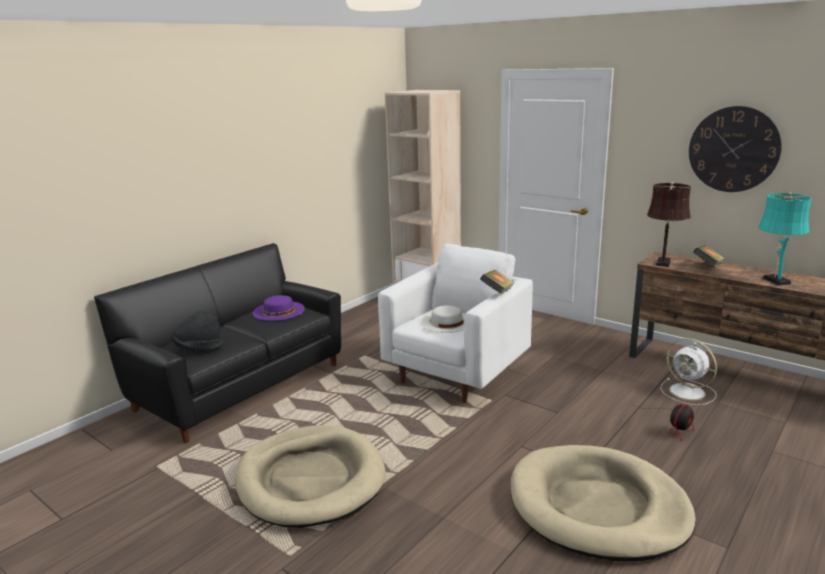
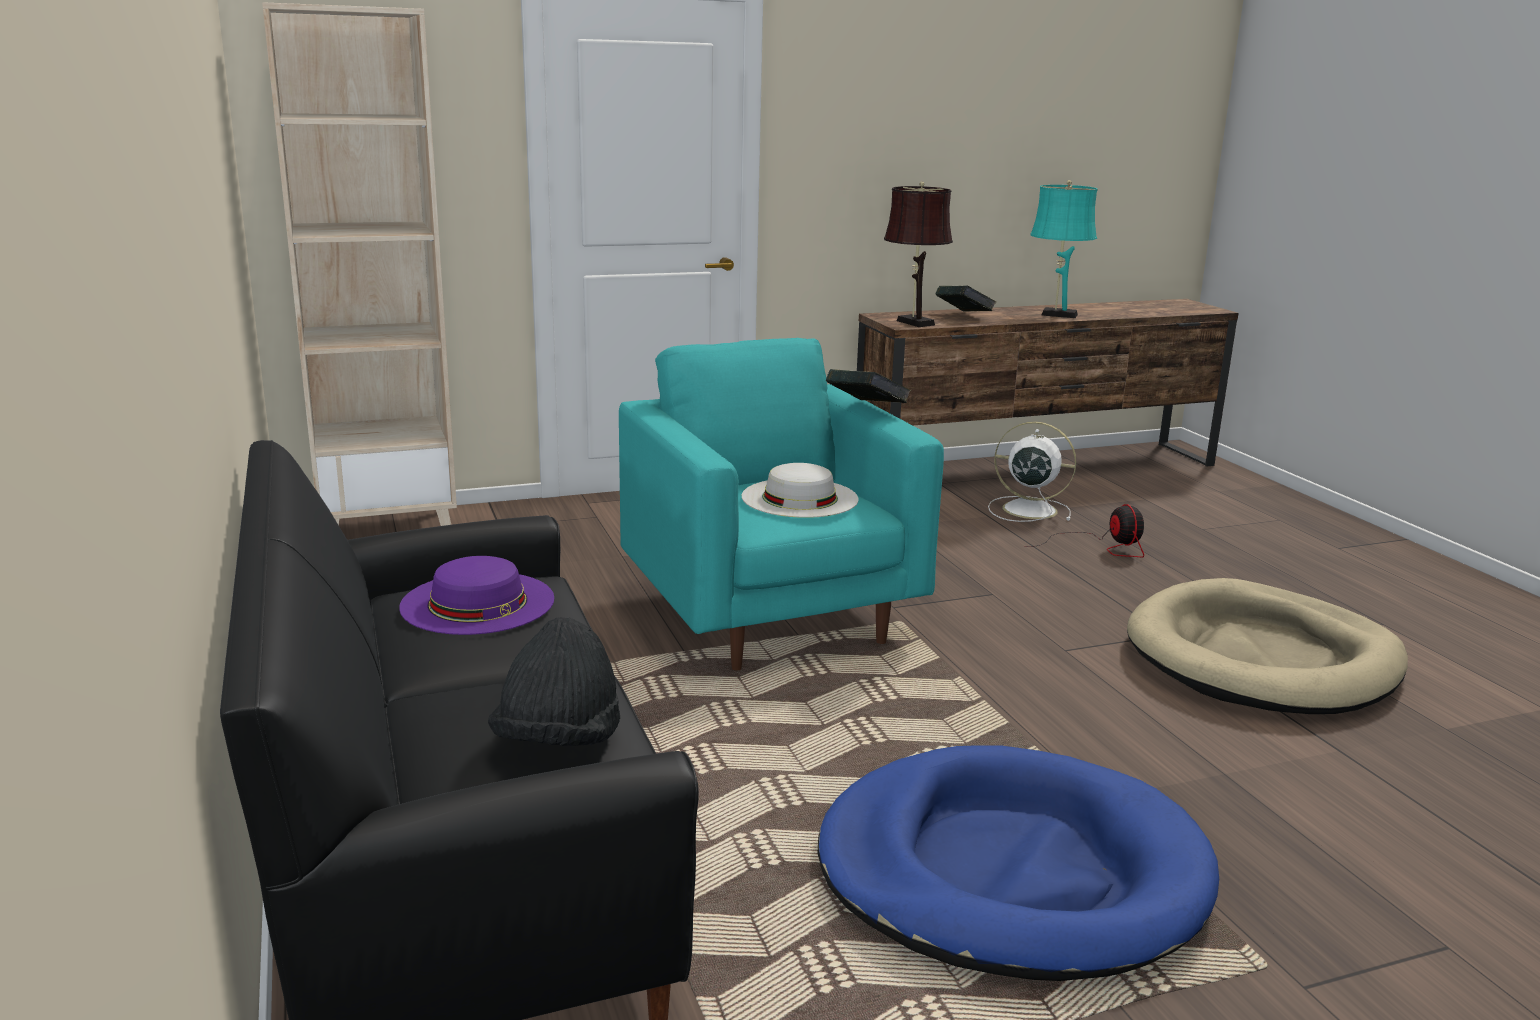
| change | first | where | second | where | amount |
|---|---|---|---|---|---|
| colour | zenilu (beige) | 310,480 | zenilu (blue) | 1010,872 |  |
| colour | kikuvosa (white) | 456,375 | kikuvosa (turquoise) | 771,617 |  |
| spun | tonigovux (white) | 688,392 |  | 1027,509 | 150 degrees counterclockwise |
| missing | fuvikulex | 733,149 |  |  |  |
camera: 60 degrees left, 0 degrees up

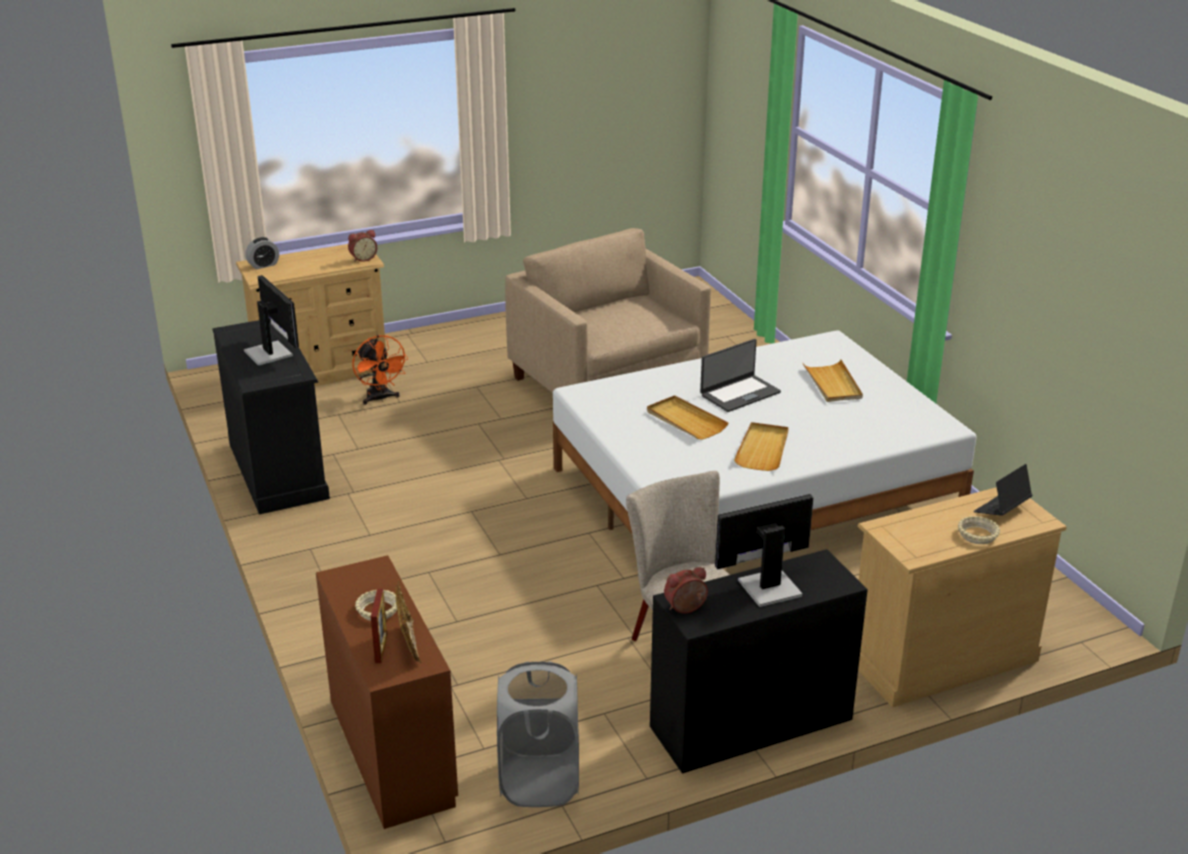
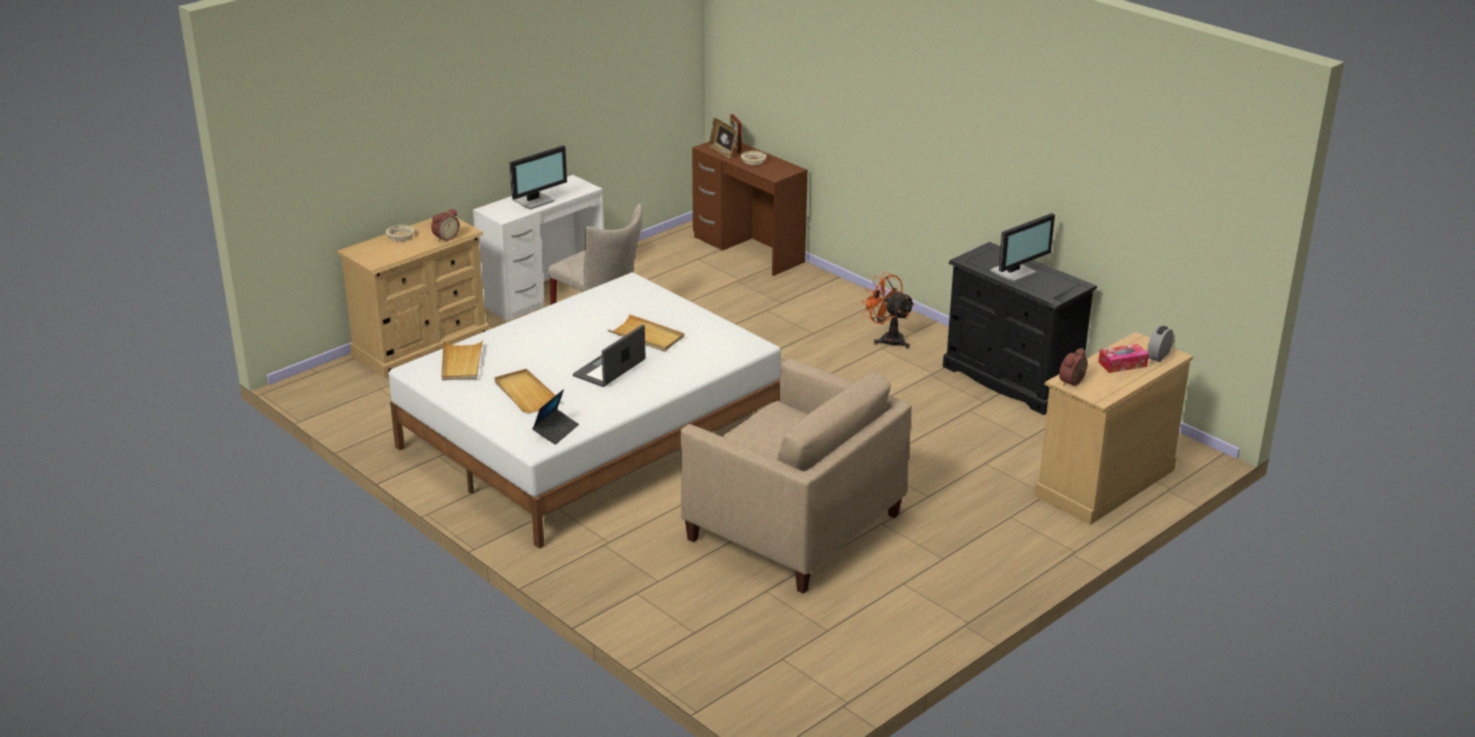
| change | first | where | second | where | amount |
|---|---|---|---|---|---|
| spun | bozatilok | 270,353 |  | 1015,272 | 75 degrees counterclockwise |
| relocated | tonigovux (orange) | 380,398 |  | 887,339 |  |
| missing | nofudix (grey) | 539,781 |  |  |  |
| colour | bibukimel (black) | 751,723 | bibukimel (white) | 543,293 |  |
| relocated | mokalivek | 686,609 |  | 445,237 |  |
| relocated | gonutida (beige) | 763,449 |  | 461,363 |  |
| relocated | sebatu | 1001,509 |  | 556,431 |  |
| appeared |  |  | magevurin | 1122,364 |  |
camera: 160 degrees right, 0 degrees up

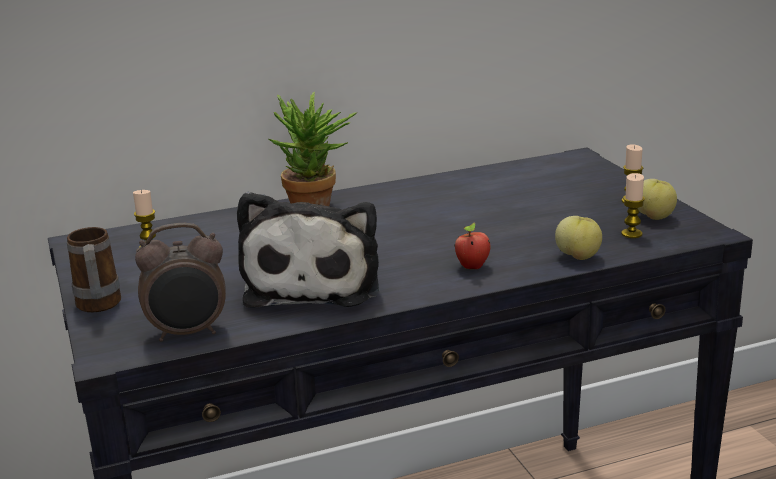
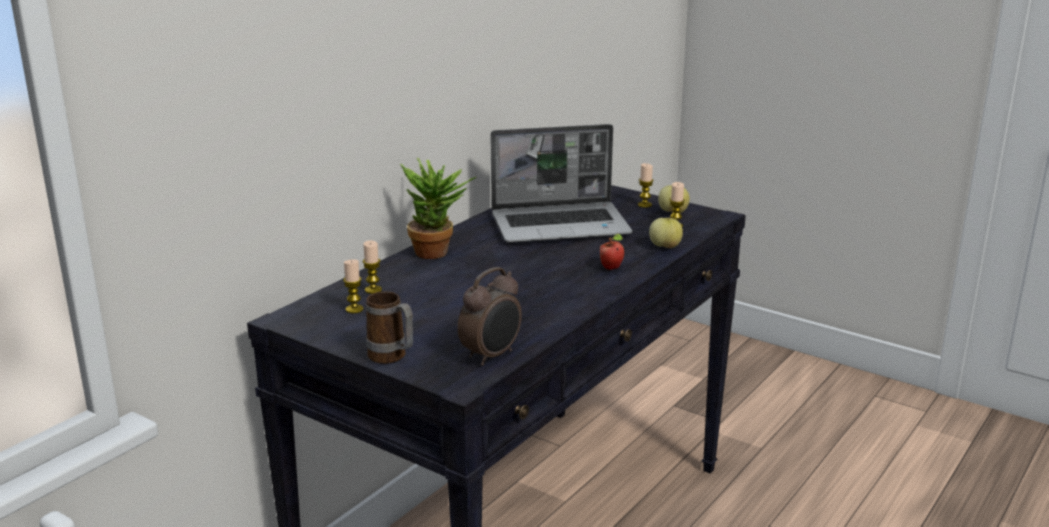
| change | first | where | second | where | amount |
|---|---|---|---|---|---|
| missing | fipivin | 314,283 |  |  |  |
| appeared |  |  | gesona | 373,290 |  |
| appeared |  |  | sebatu | 561,225 |  |
camera: 35 degrees left, 0 degrees up

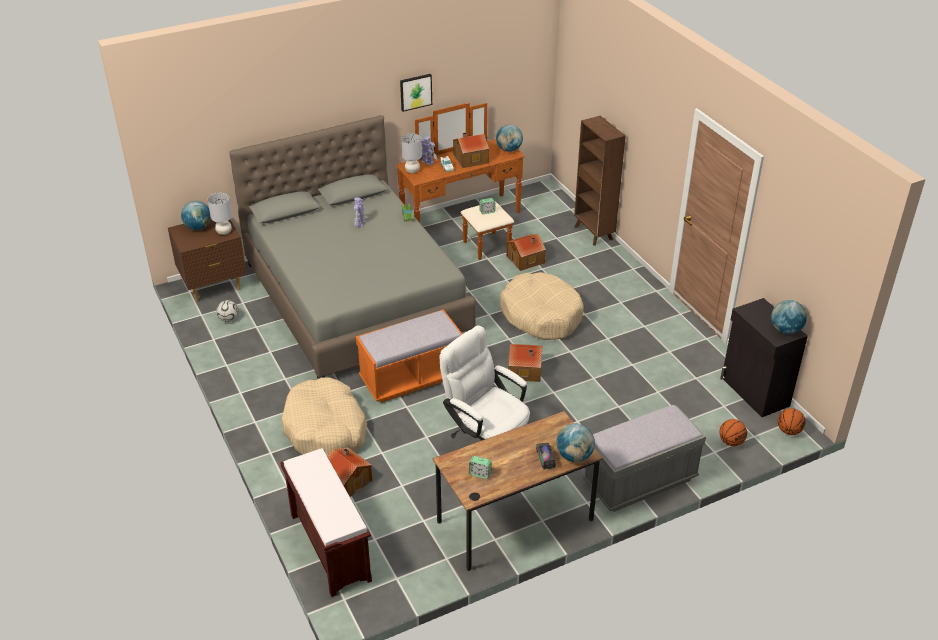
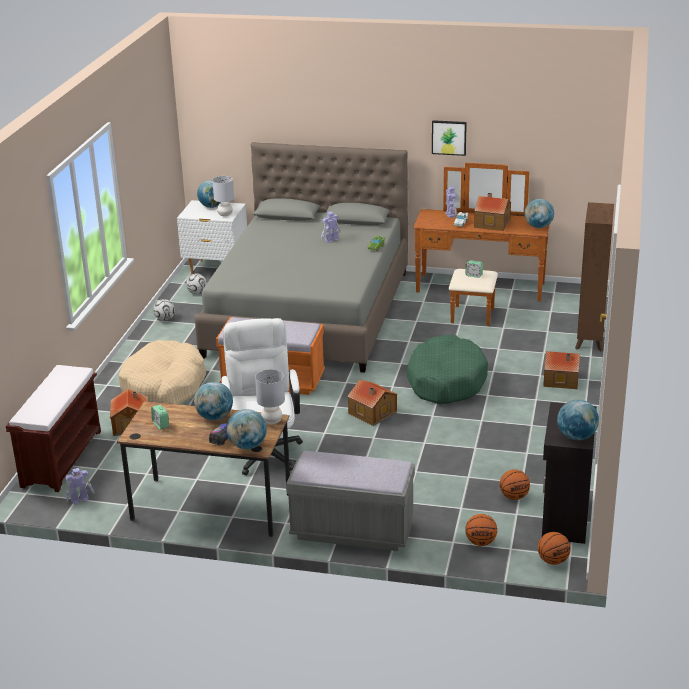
| change | first | where | second | where | amount |
|---|---|---|---|---|---|
| colour | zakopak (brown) | 214,287 | zakopak (white) | 216,269 |  |
| relocated | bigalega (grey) | 412,171 |  | 272,421 |  |
| colour | zenilu (beige) | 541,315 | zenilu (green) | 446,381 |  |
| relocated | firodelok | 526,259 |  | 561,380 |  |
| appeared |  |  | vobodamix | 80,499 |  |
| appeared |  |  | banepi | 165,319 |  |
| appeared |  |  | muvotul | 214,417 |  |
| appeared |  |  | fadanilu | 514,497 |  |
camera: 40 degrees right, 10 degrees down

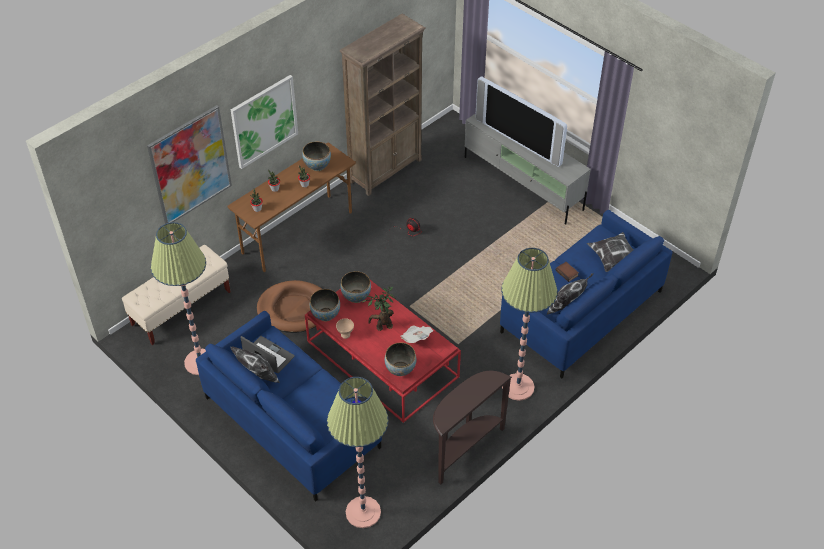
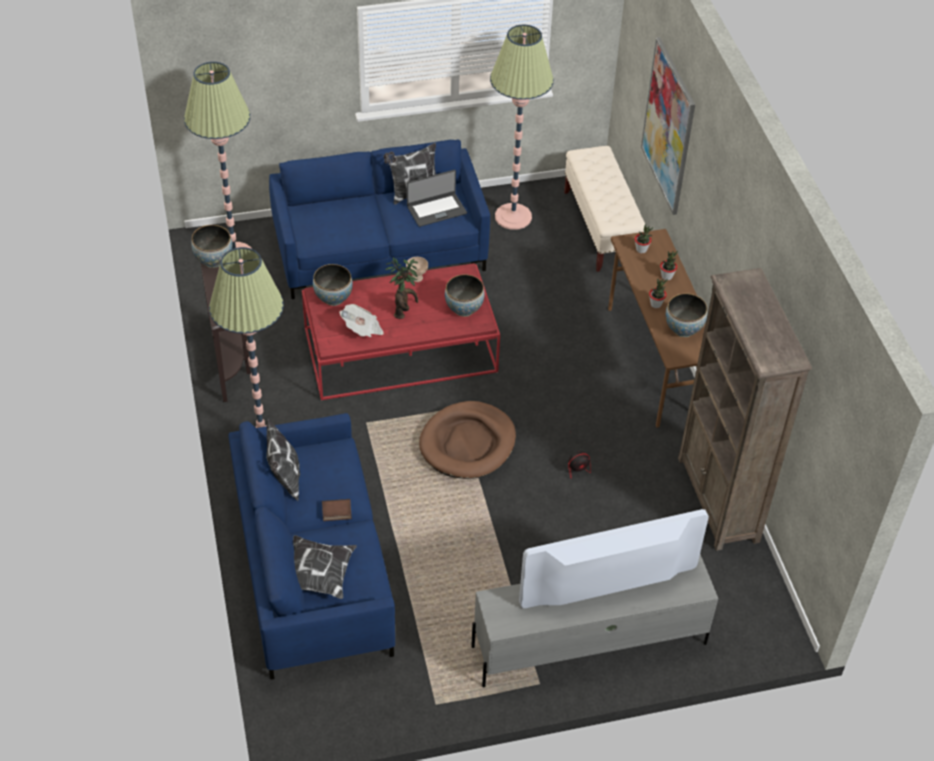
| change | first | where | second | where | amount |
|---|---|---|---|---|---|
| missing | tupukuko | 264,121 |  |  |  |
| relocated | zenilu (brown) | 293,309 |  | 468,443 |  |
| relocated | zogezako | 325,315 |  | 214,260 |  |
camera: 120 degrees right, 0 degrees up

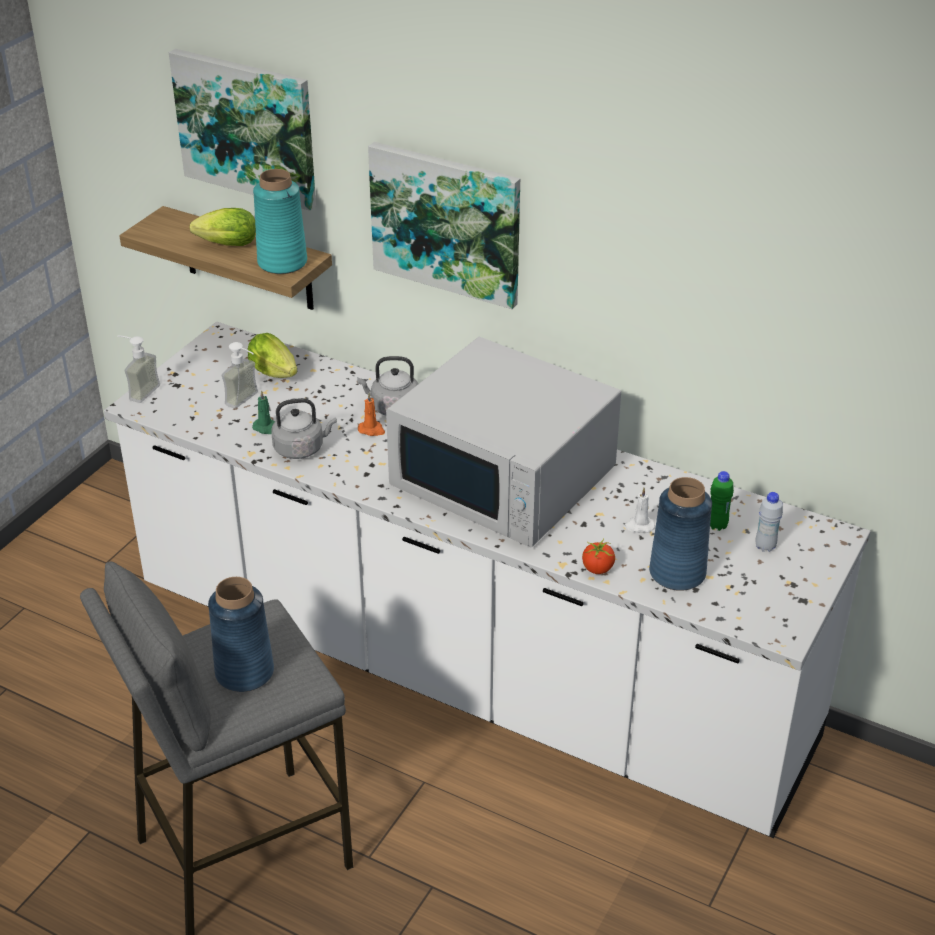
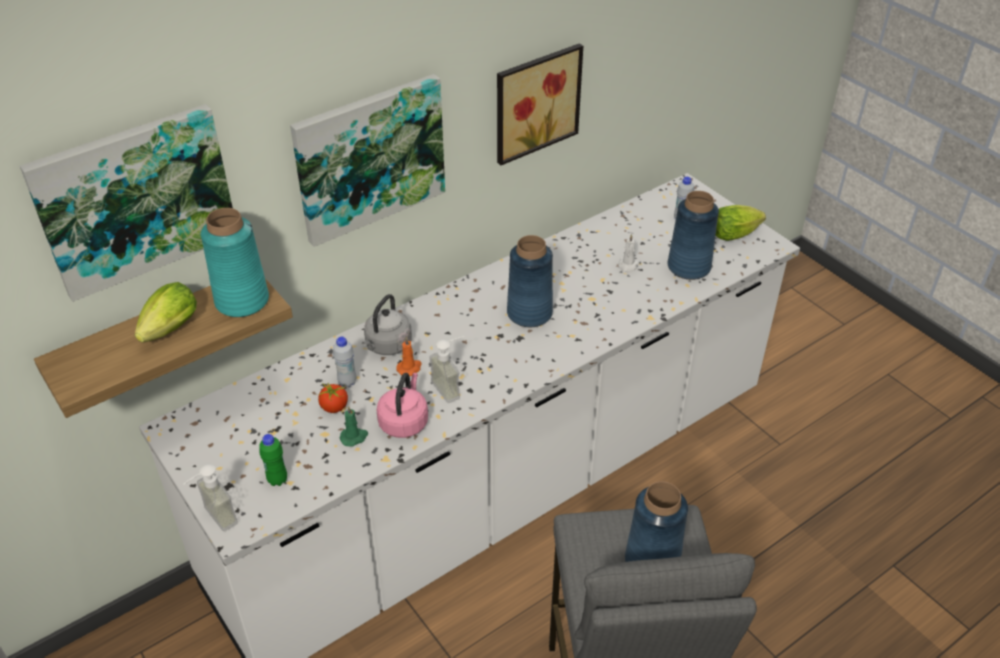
| change | first | where | second | where | amount |
|---|---|---|---|---|---|
| relocated | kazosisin | 247,401 |  | 452,387 |  |
| relocated | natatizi | 276,374 |  | 736,234 |  |
| colour | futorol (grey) | 301,449 | futorol (pink) | 404,421 |  |
| exchanged | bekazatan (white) | 504,479 | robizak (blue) | 529,313 |  |
| relocated | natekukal | 597,569 |  | 334,407 |  |
| relocated | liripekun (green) | 717,525 |  | 277,480 |  |
| appeared |  |  | liripekun (white) | 347,382 |  |
| appeared |  |  | tupukuko | 535,101 |  |
camera: 65 degrees left, 5 degrees up

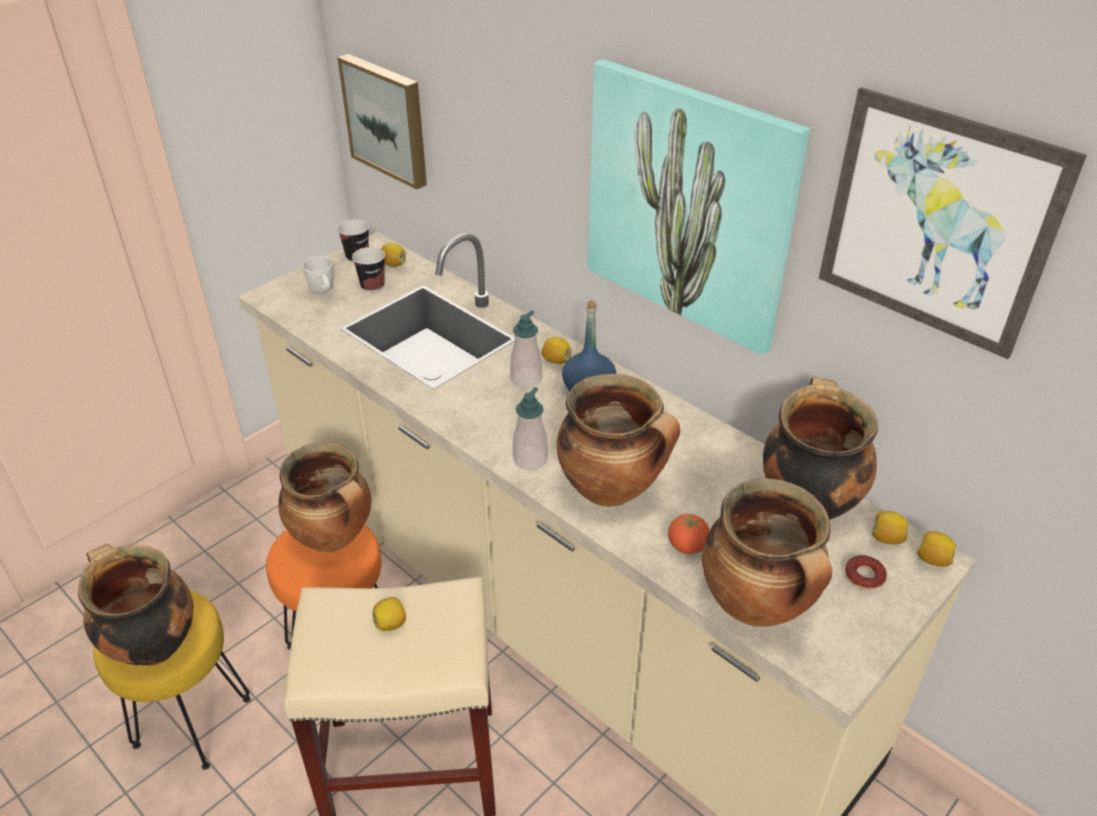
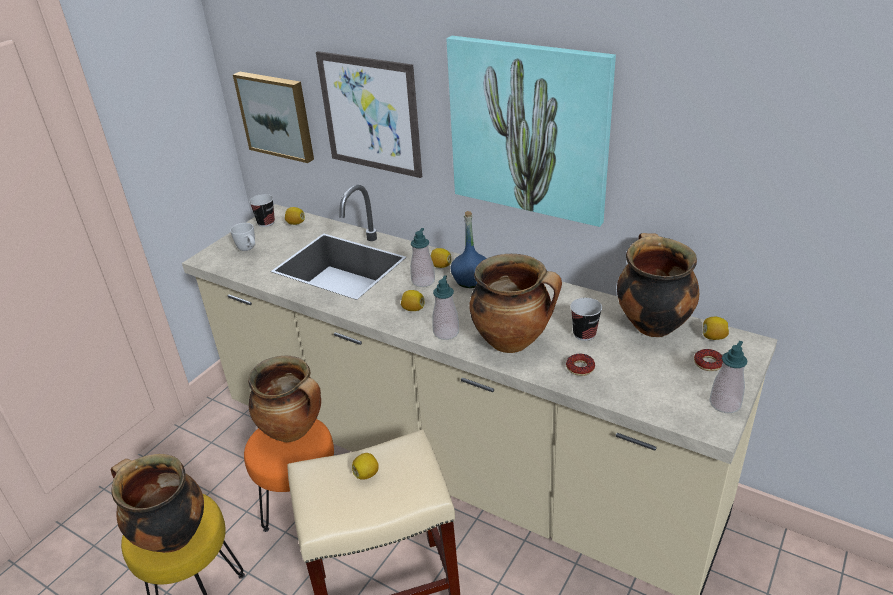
| change | first | where | second | where | amount |
|---|---|---|---|---|---|
| relocated | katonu | 372,286 |  | 584,334 |  |
| exchanged | natekukal | 687,546 | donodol | 580,368 |  |
| missing | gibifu | 758,606 |  |  |  |
| relocated | tupukuko | 936,223 |  | 370,114 |  |
| relocated | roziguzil | 932,560 |  | 413,309 |  |
| appeared |  |  | kazosisin | 725,404 |  |
camera: 10 degrees left, 5 degrees down

